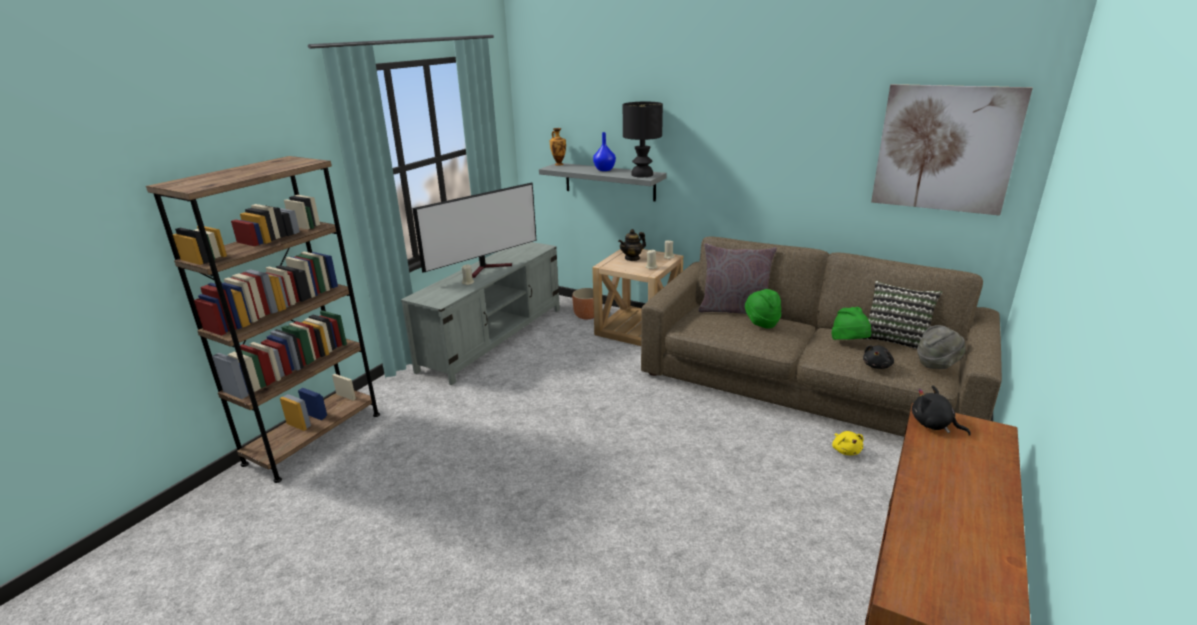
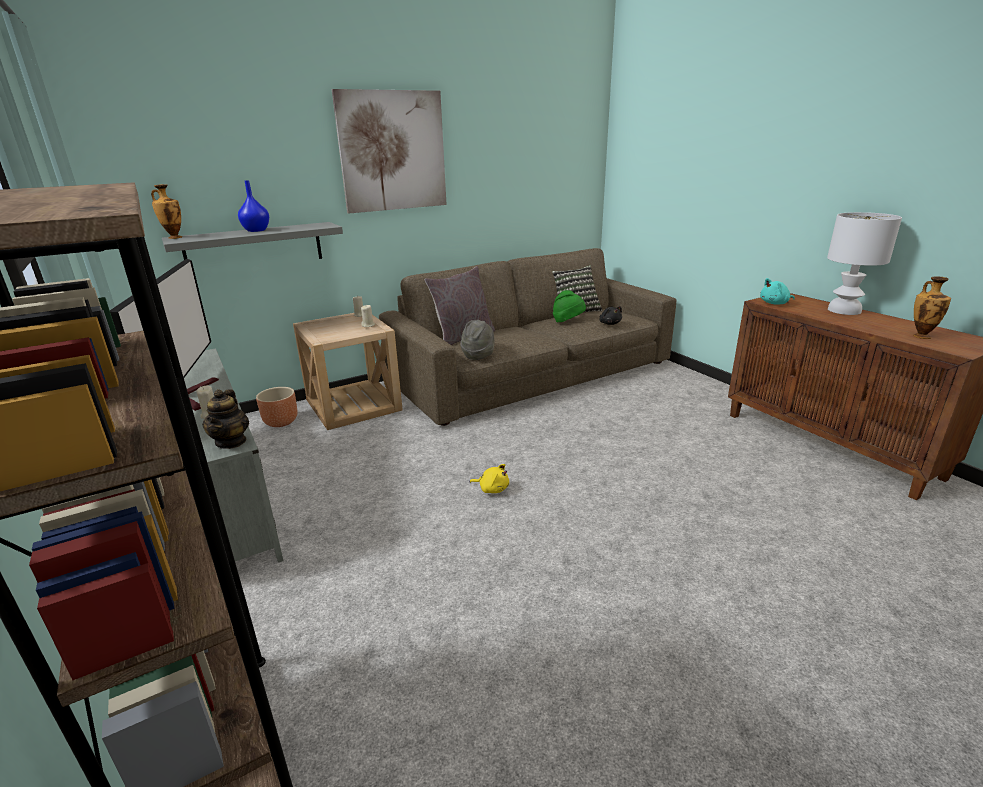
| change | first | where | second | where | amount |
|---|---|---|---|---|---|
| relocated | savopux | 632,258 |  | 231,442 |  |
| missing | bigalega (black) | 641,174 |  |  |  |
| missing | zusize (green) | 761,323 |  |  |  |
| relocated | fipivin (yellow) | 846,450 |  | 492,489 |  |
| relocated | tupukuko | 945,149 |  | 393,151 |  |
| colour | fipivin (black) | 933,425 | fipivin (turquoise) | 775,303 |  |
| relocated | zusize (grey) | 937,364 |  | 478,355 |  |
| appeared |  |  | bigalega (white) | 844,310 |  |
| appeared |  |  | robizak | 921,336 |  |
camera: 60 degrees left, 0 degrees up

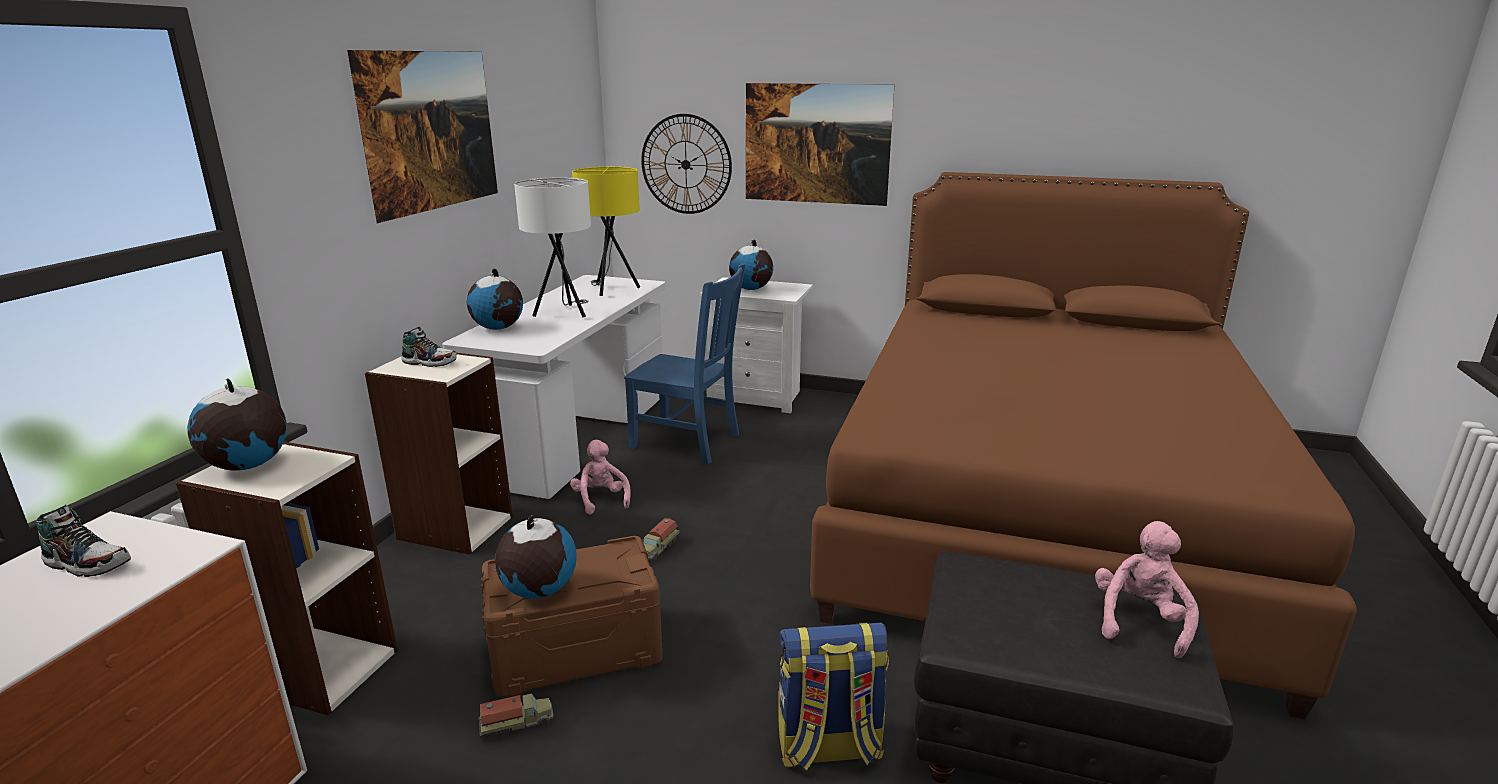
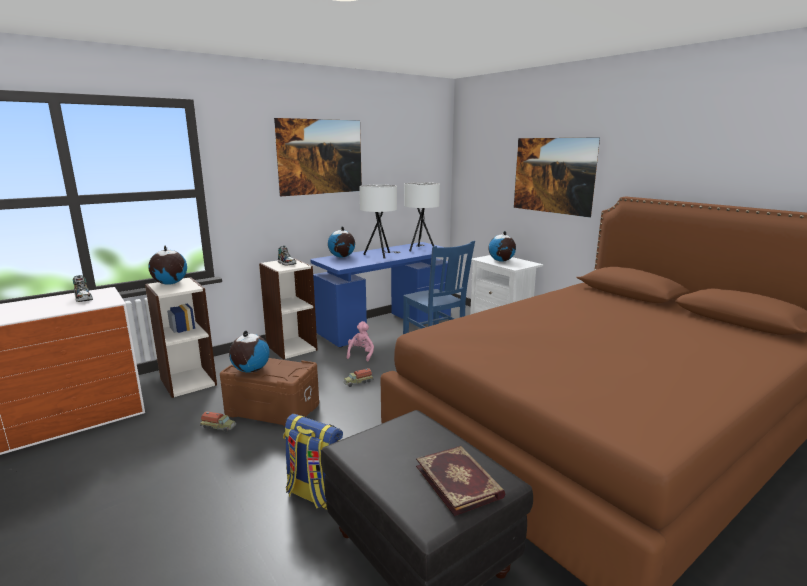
| change | first | where | second | where | amount |
|---|---|---|---|---|---|
| colour | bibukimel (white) | 577,437 | bibukimel (blue) | 386,325 |  |
| colour | bigalega (yellow) | 611,290 | bigalega (white) | 421,249 |  |
| missing | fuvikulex | 686,164 |  |  |  |
| exchanged | fipivin (pink) | 1139,621 | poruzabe | 459,481 |  |
camera: 35 degrees right, 5 degrees down

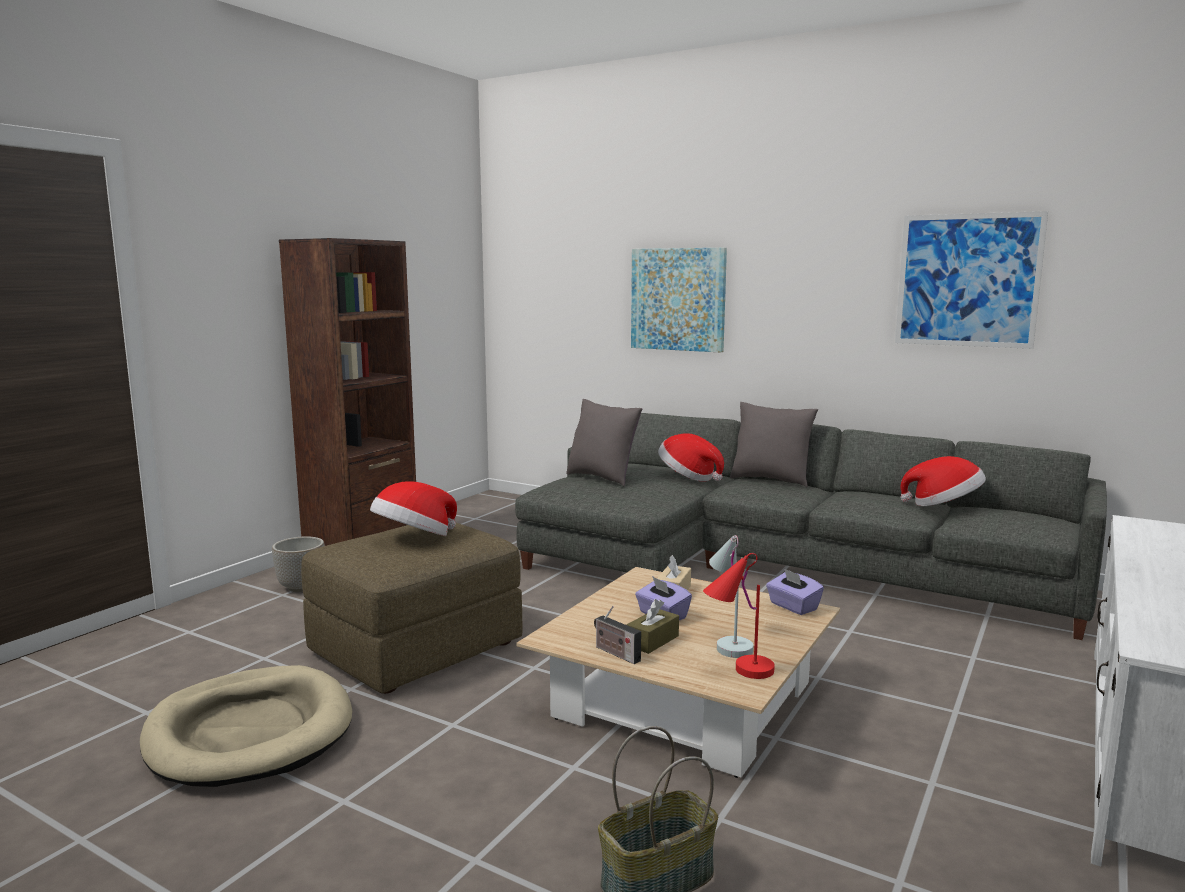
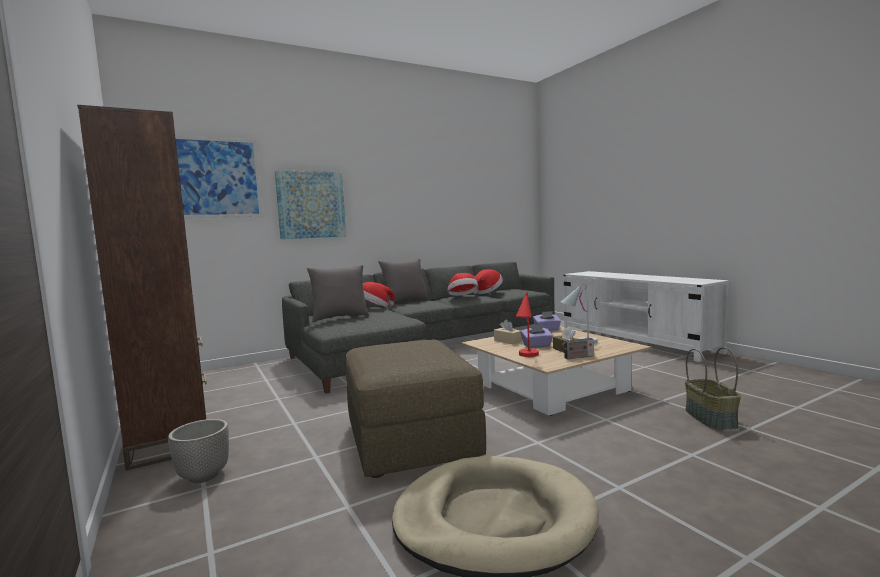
| change | first | where | second | where | amount |
|---|---|---|---|---|---|
| relocated | zusize | 414,539 |  | 462,297 |  |
| relocated | bigalega (red) | 737,671 |  | 527,356 |  |
| relocated | tupukuko | 967,280 |  | 217,178 |  |
camera: 60 degrees left, 5 degrees down

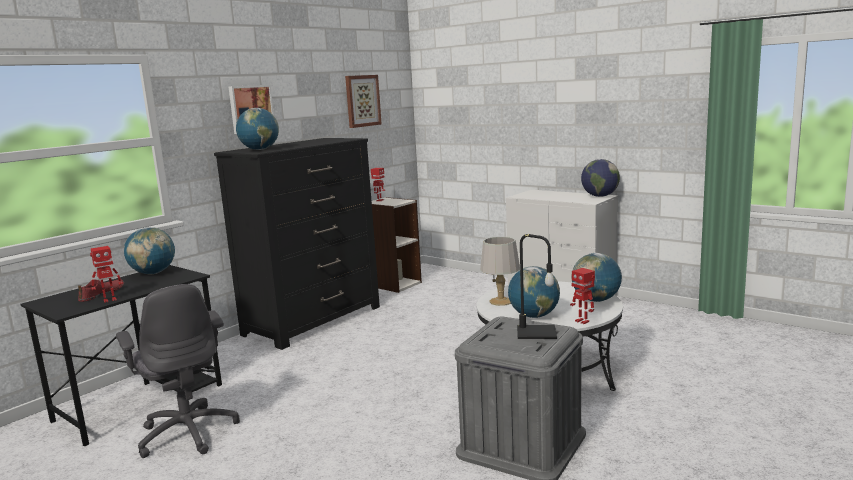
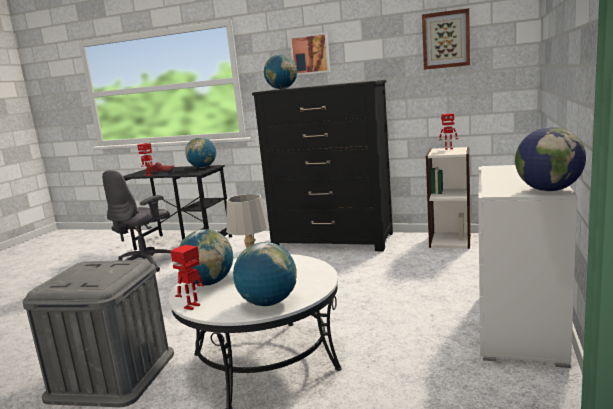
| change | first | where | second | where | amount |
|---|---|---|---|---|---|
| missing | bigalega (black) | 535,333 |  |  |  |
camera: 70 degrees right, 0 degrees up

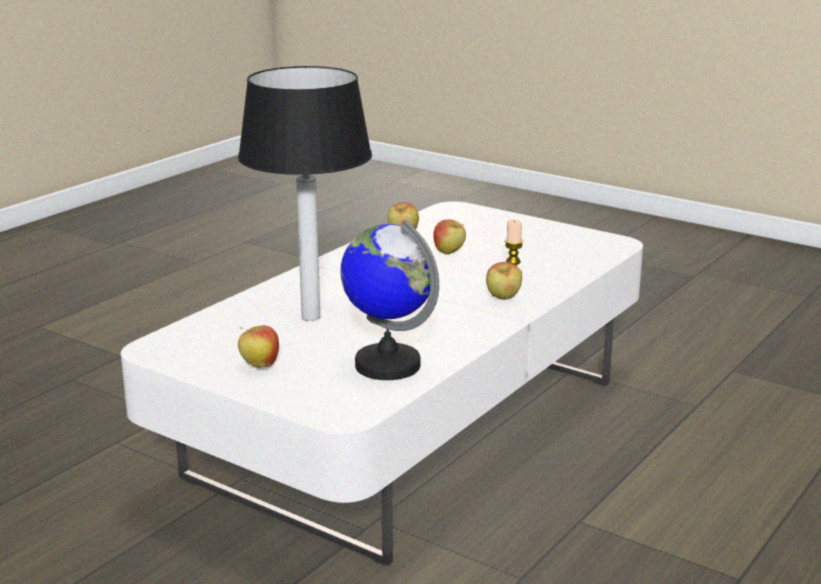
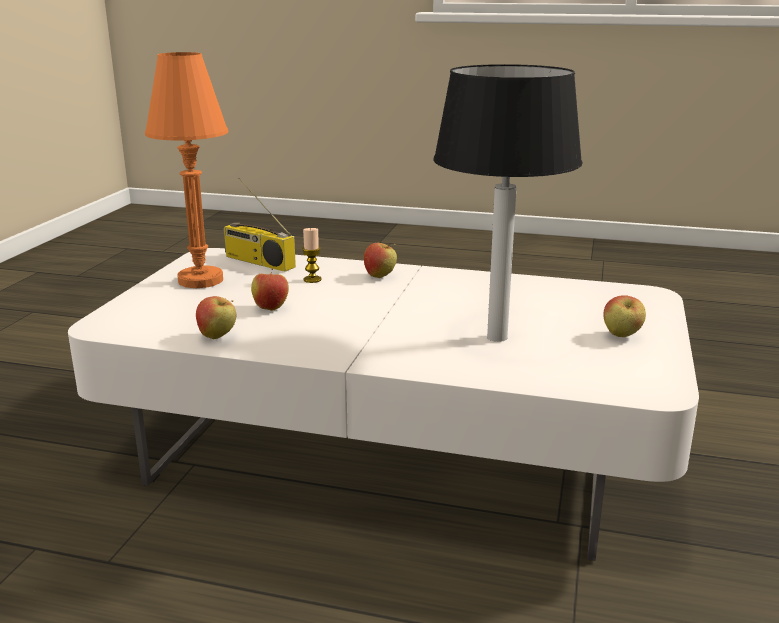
| change | first | where | second | where | amount |
|---|---|---|---|---|---|
| missing | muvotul | 387,365 |  |  |  |
| appeared |  |  | bigalega (orange) | 200,280 |  |
| appeared |  |  | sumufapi | 257,262 |  |
camera: 110 degrees left, 0 degrees up

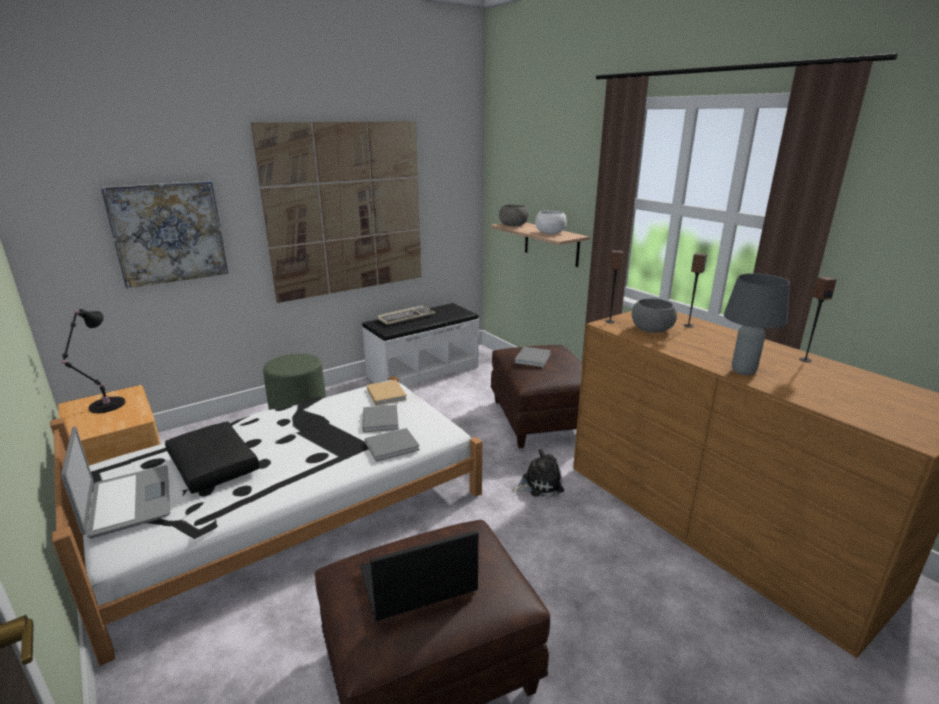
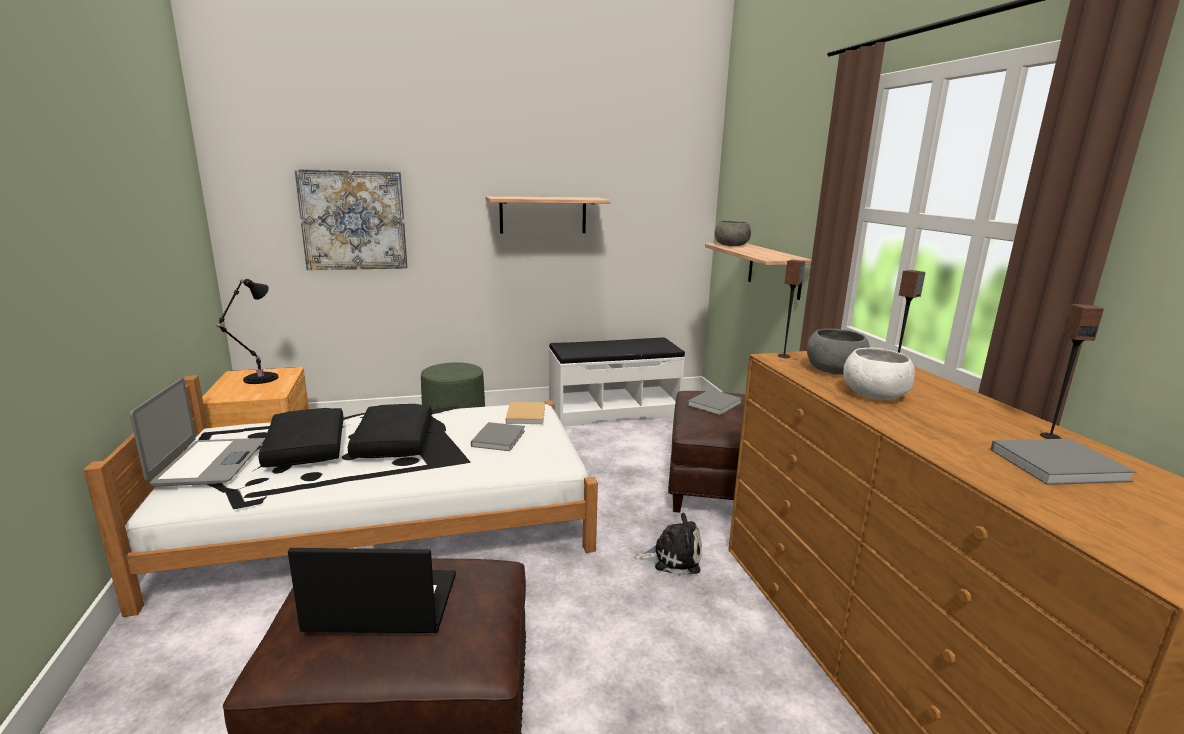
| change | first | where | second | where | amount |
|---|---|---|---|---|---|
| exchanged | tupukuko | 346,209 | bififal | 543,215 |  |
| relocated | poruzabe (grey) | 393,446 |  | 1061,465 |  |
| missing | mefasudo | 406,317 |  |  |  |
| relocated | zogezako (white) | 550,233 |  | 874,395 |  |
| missing | bigalega (grey) | 742,371 |  |  |  |
| appeared |  |  | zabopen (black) | 392,441 |  |
camera: 20 degrees right, 5 degrees down

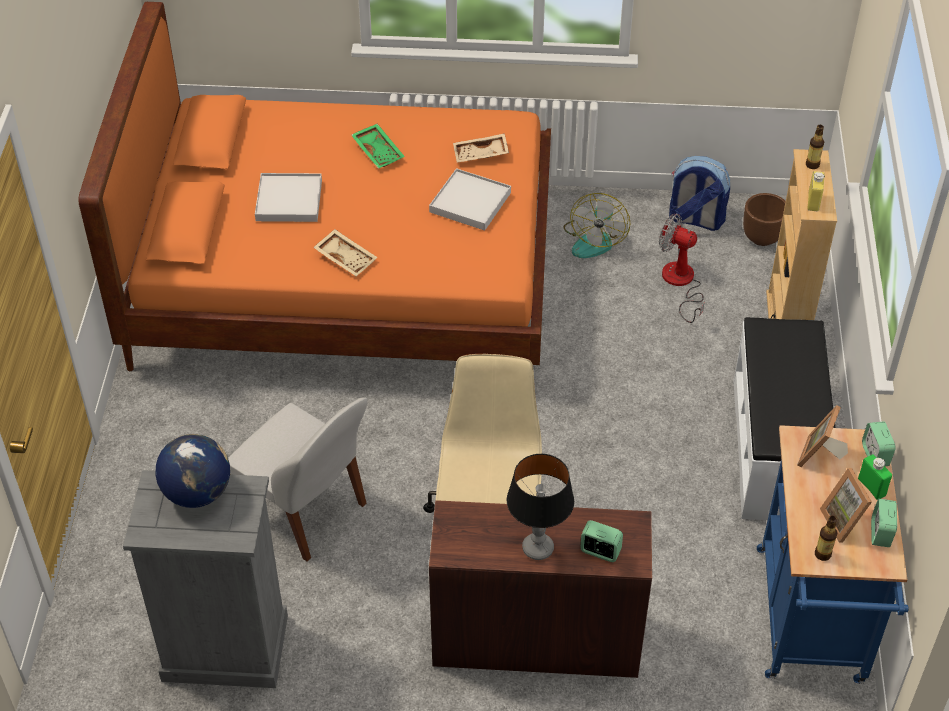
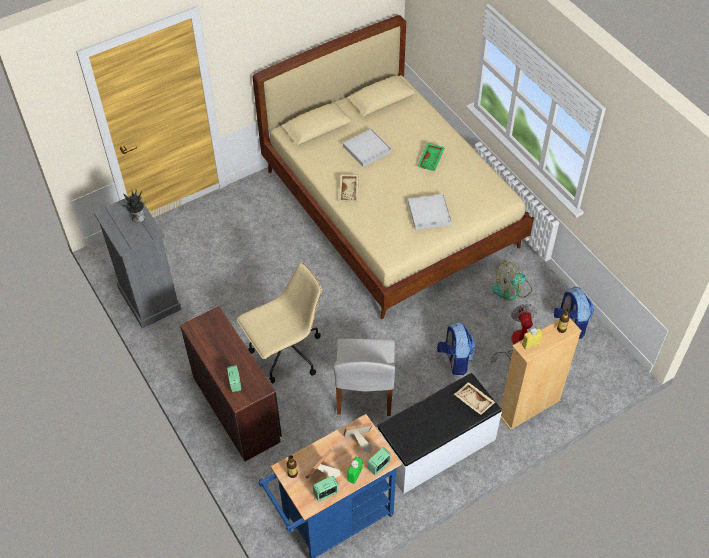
| change | first | where | second | where | amount |
|---|---|---|---|---|---|
| colour | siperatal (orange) | 345,278 | siperatal (beige) | 391,210 |  |
| exchanged | muvotul | 197,492 | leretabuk | 137,217 |  |
| relocated | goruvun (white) | 305,511 |  | 364,393 |  |
| relocated | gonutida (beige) | 481,155 |  | 473,401 |  |
| missing | bigalega | 538,548 |  |  |  |
| missing | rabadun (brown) | 762,237 |  |  |  |
| appeared |  |  | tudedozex | 455,360 |  |
camera: 55 degrees right, 5 degrees up

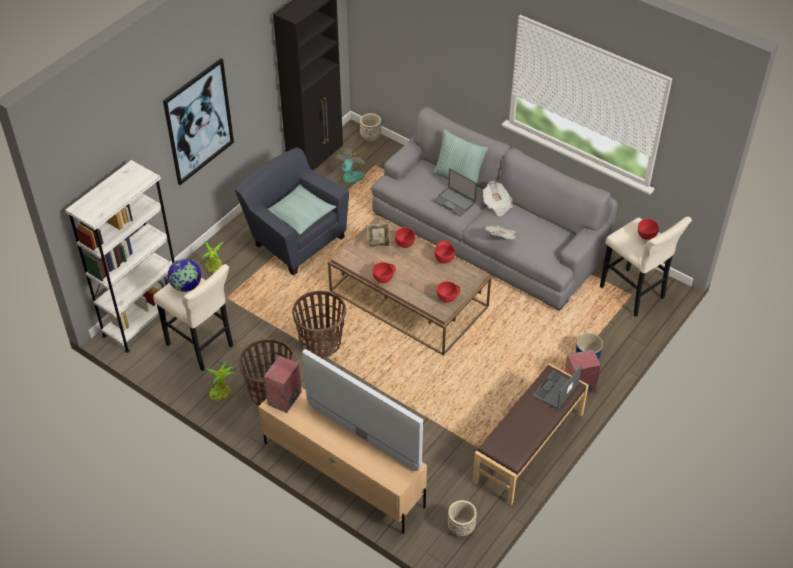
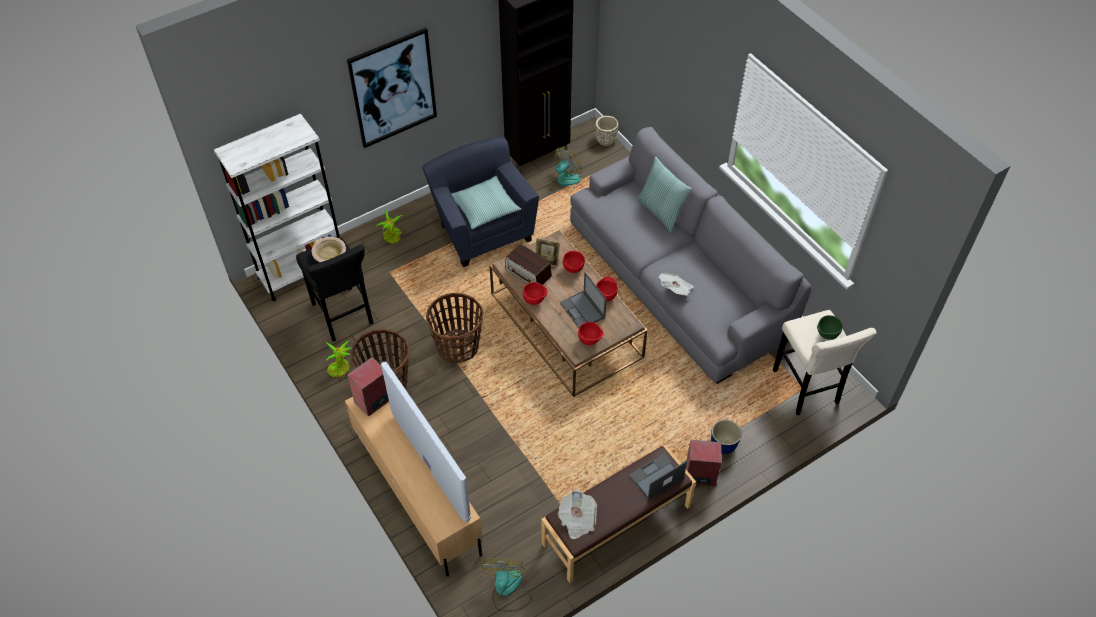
| change | first | where | second | where | amount |
|---|---|---|---|---|---|
| colour | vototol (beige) | 202,347 | vototol (black) | 343,316 |  |
| exchanged | muvotul | 186,286 | zogezako (beige) | 330,254 |  |
| relocated | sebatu | 455,202 |  | 582,310 |  |
| exchanged | rabadun (beige) | 461,527 | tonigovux | 507,590 |  |
| relocated | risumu | 497,205 |  | 577,520 |  |
| colour | zogezako (red) | 645,237 | zogezako (green) | 826,335 |  |
| appeared |  |  | sumufapi | 528,273 |  |
camera: 20 degrees right, 5 degrees up

